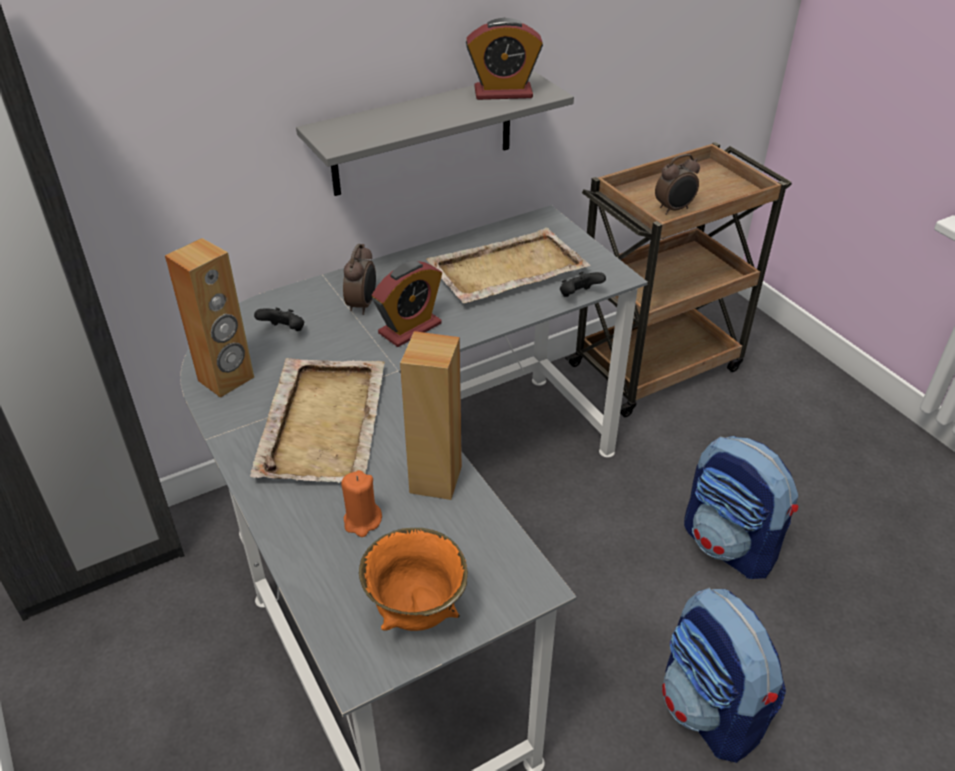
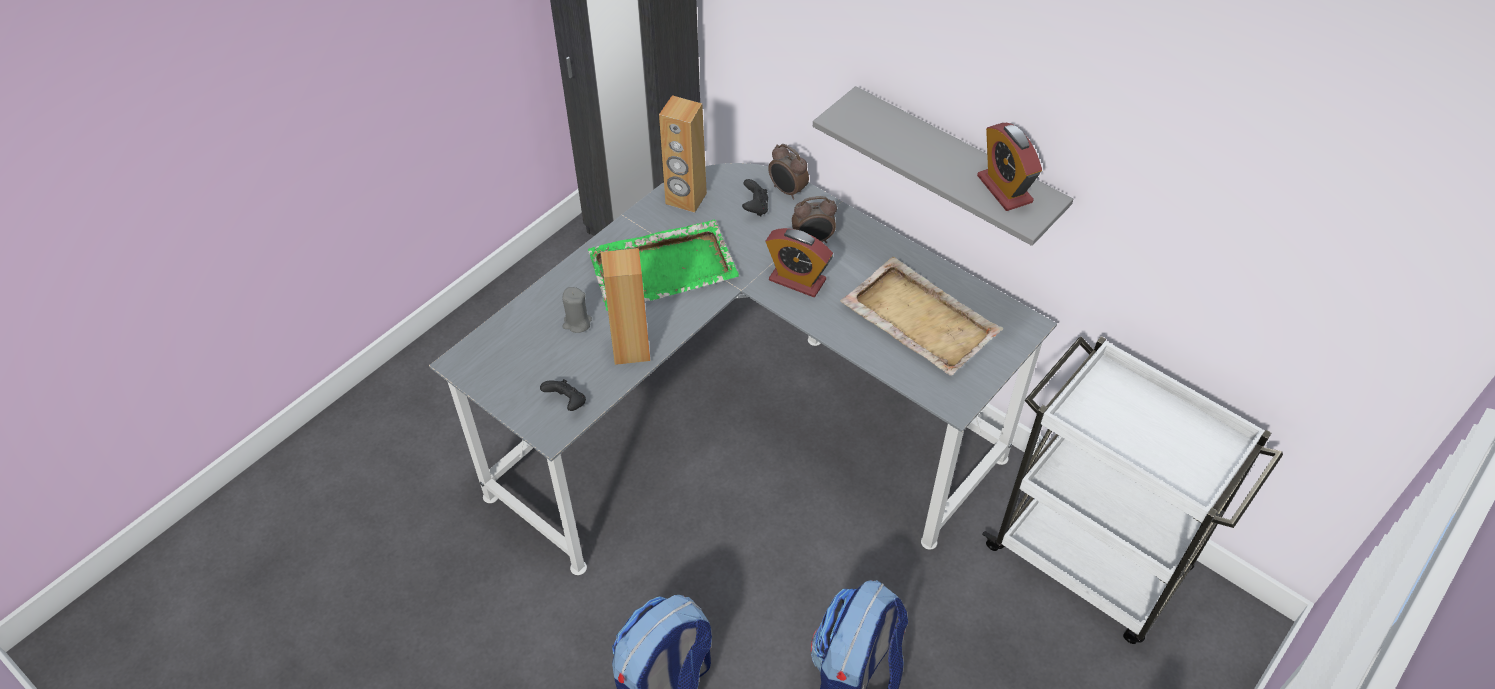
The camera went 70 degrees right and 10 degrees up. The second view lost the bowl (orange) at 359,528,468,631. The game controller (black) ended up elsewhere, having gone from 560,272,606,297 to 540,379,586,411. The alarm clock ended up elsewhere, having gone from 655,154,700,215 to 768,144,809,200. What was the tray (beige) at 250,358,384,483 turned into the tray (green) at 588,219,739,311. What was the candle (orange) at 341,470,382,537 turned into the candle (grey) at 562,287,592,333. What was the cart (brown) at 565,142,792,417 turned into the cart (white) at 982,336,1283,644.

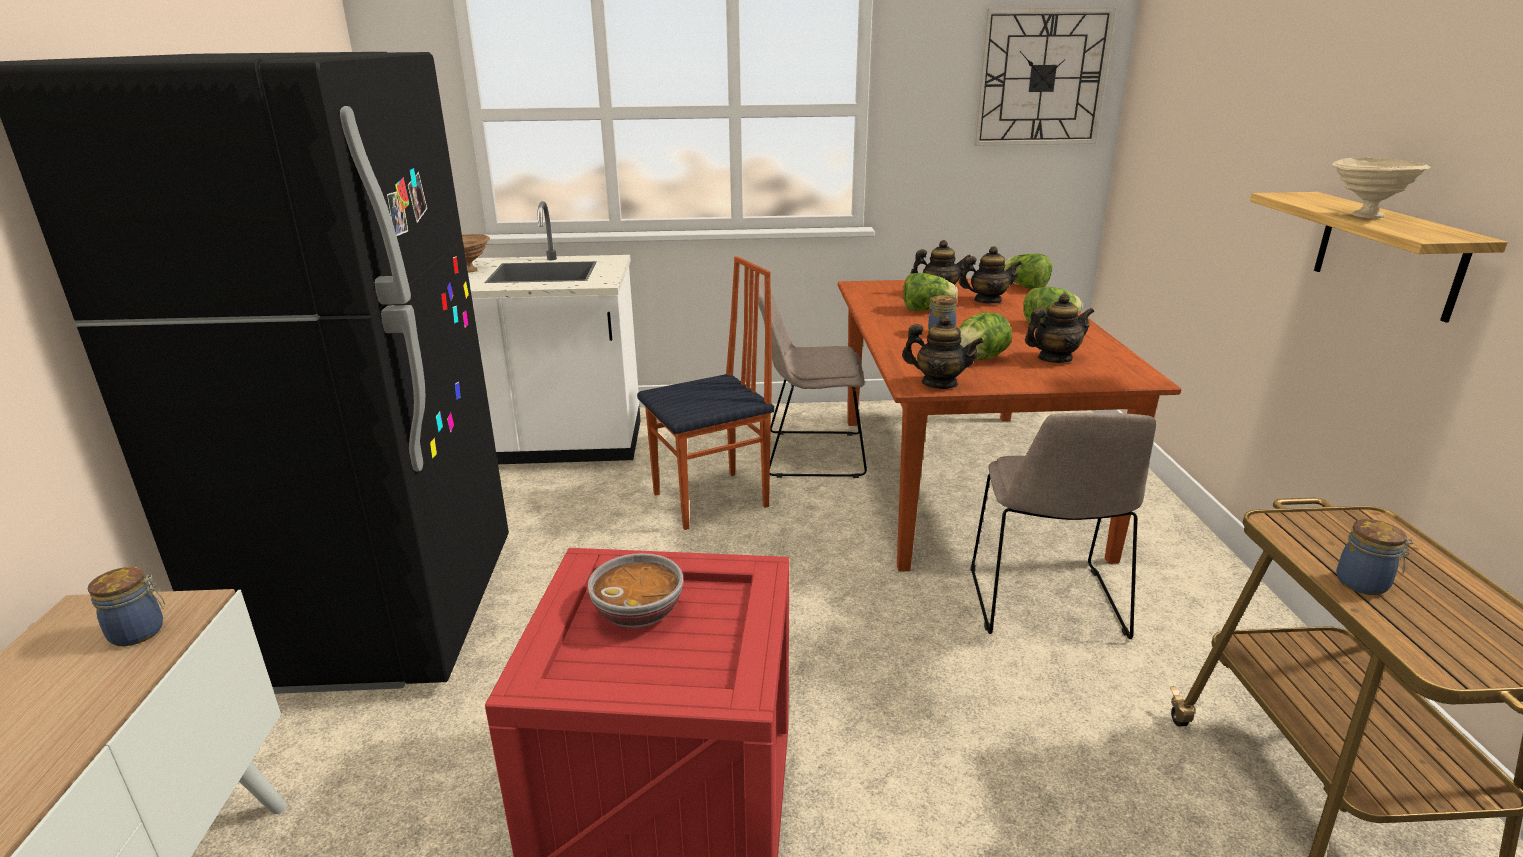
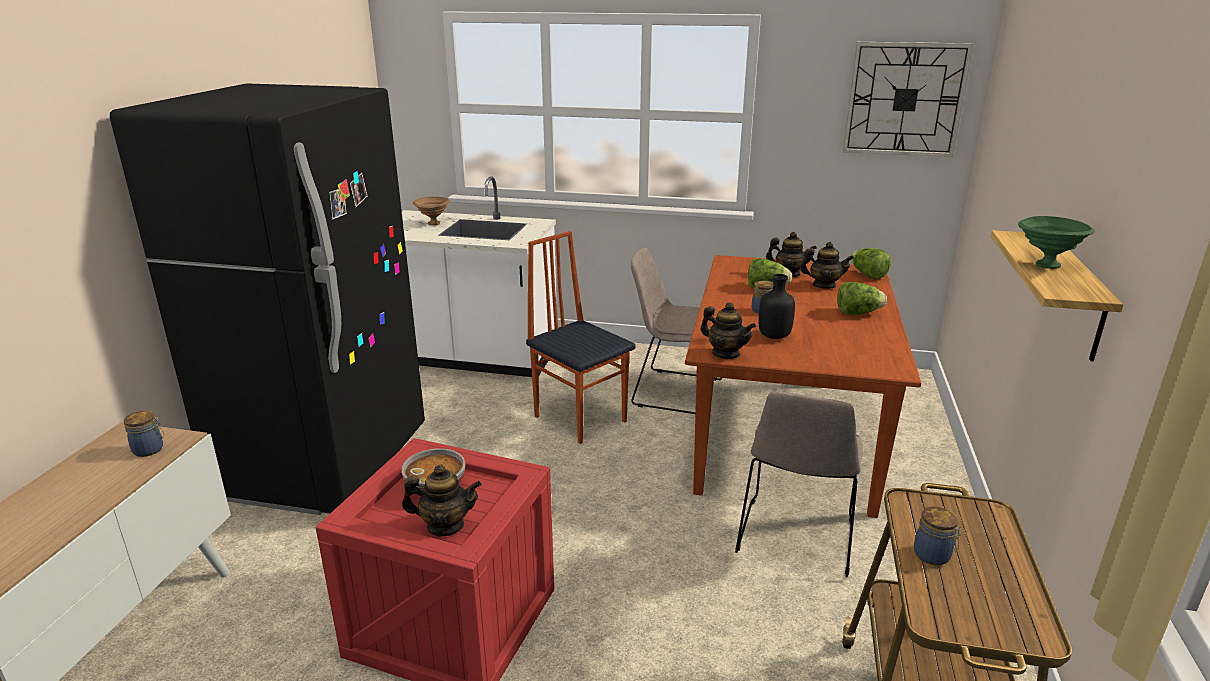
The camera went 15 degrees right and 0 degrees up. The teapot ended up elsewhere, having gone from 1025,294,1094,363 to 402,465,482,537. Where the lettuce stood at 959,312,1012,360, the bottle (black) came to stand at 759,274,795,339. What was the bowl (beige) at 1332,158,1431,218 turned into the bowl (green) at 1018,216,1095,269. The chair at 637,256,774,530 ended up facing another way, 120 degrees counterclockwise from before.

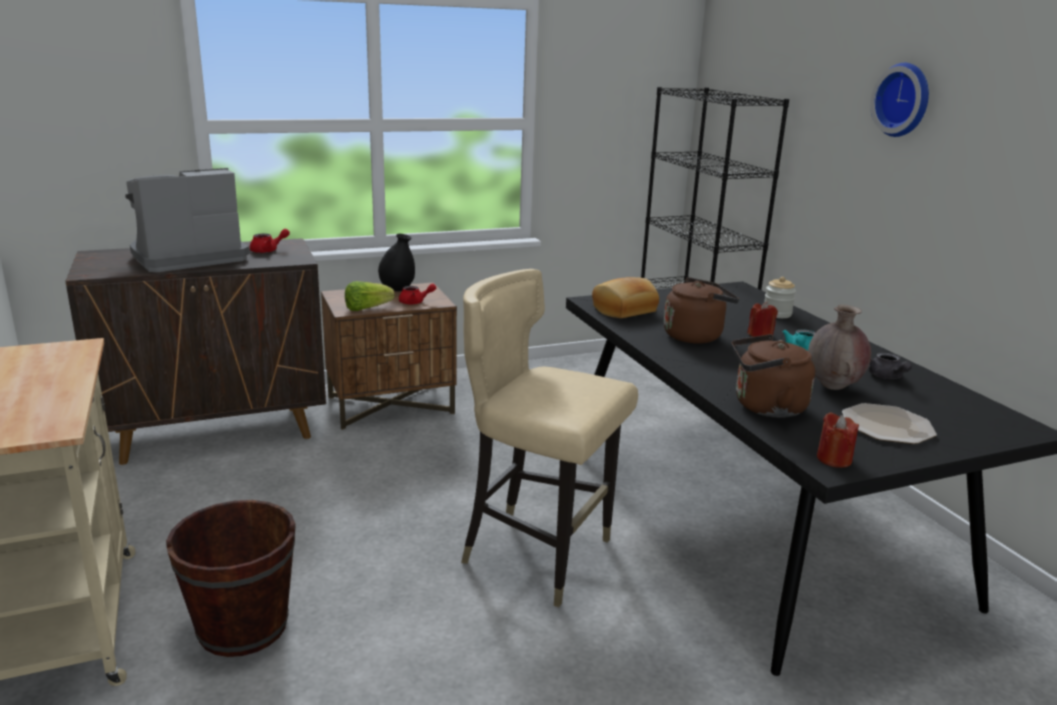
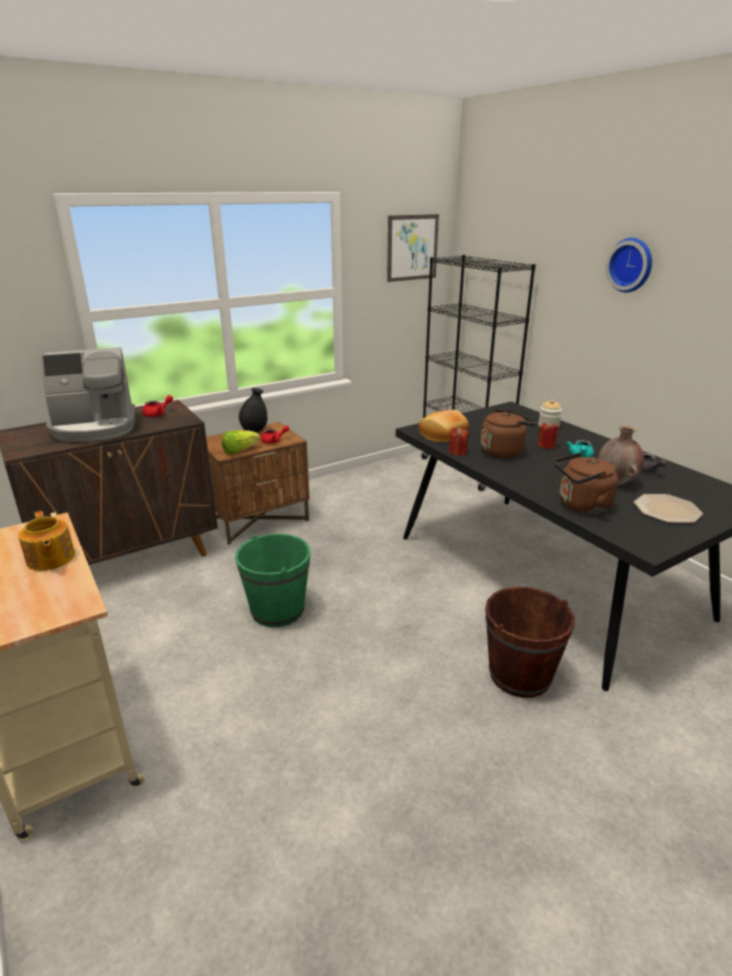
The camera went 10 degrees left and 5 degrees up. The second view lost the chair (beige) at 461,269,638,607. The second view gained the teapot at 18,511,75,571. The second view gained the bucket (green) at 235,534,310,627. The second view gained the picture at 387,214,439,282. The bucket (brown) ended up elsewhere, having gone from 166,500,296,657 to 485,587,575,698. The candle (red) ended up elsewhere, having gone from 817,412,859,468 to 449,427,468,456. The coffee machine at 125,168,250,272 ended up facing another way, 150 degrees counterclockwise from before.

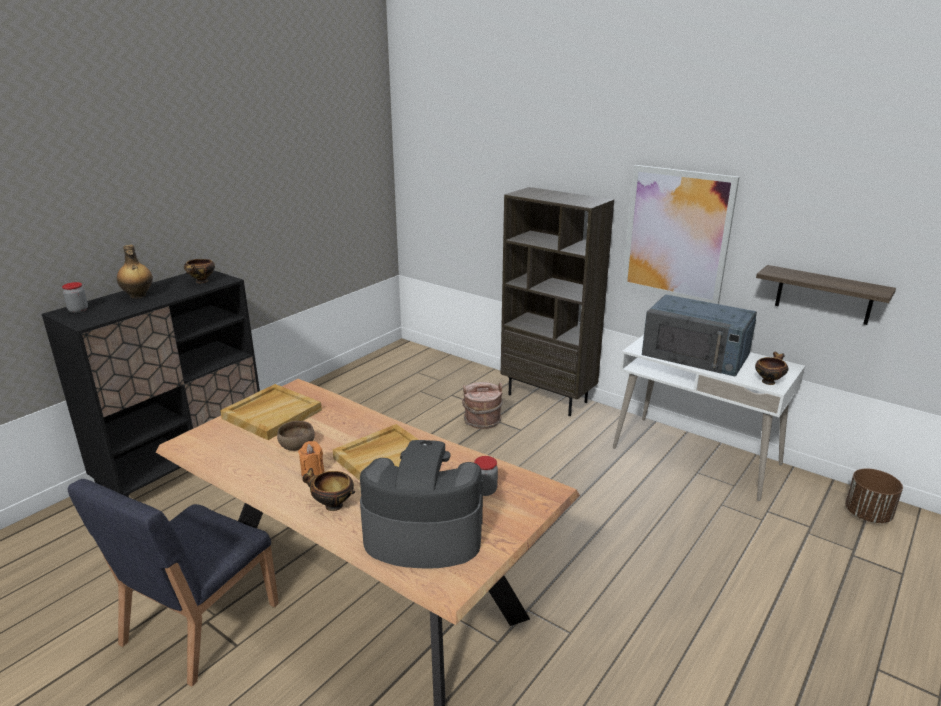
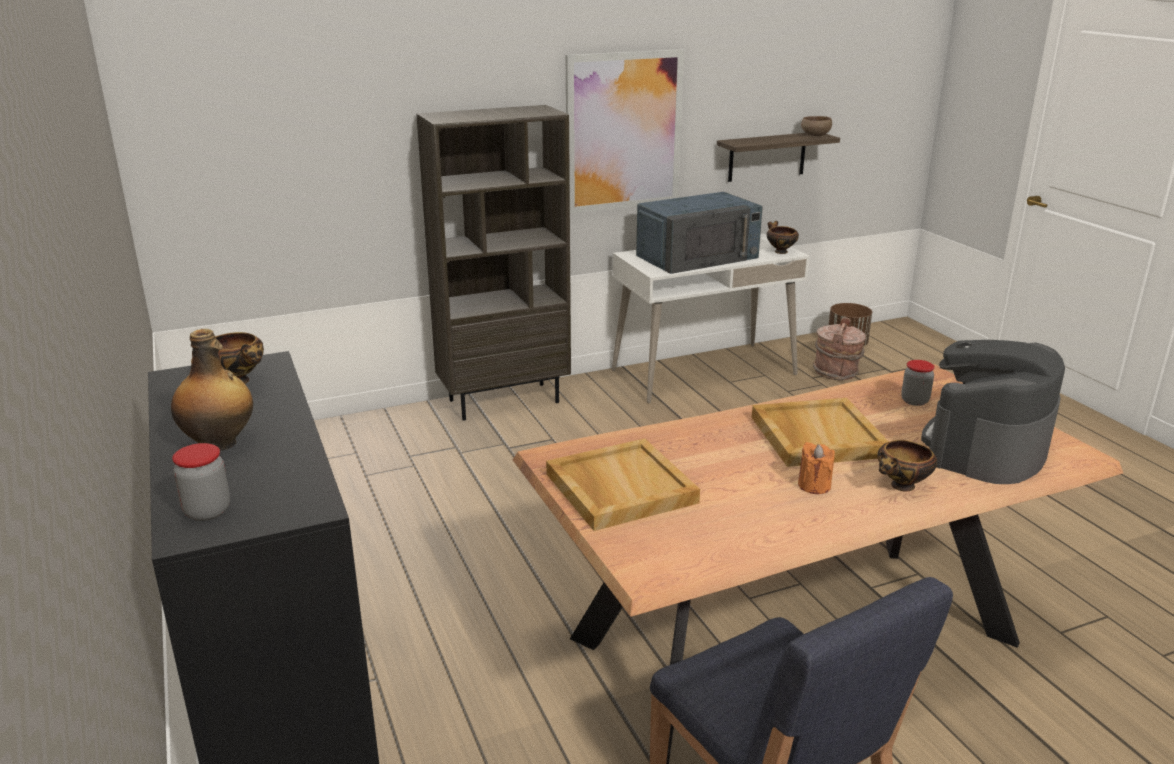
The camera went 60 degrees left and 0 degrees up. The bowl (brown) ended up elsewhere, having gone from 277,421,315,451 to 801,116,832,136. The bucket (brown) ended up elsewhere, having gone from 462,382,503,429 to 813,317,866,380.

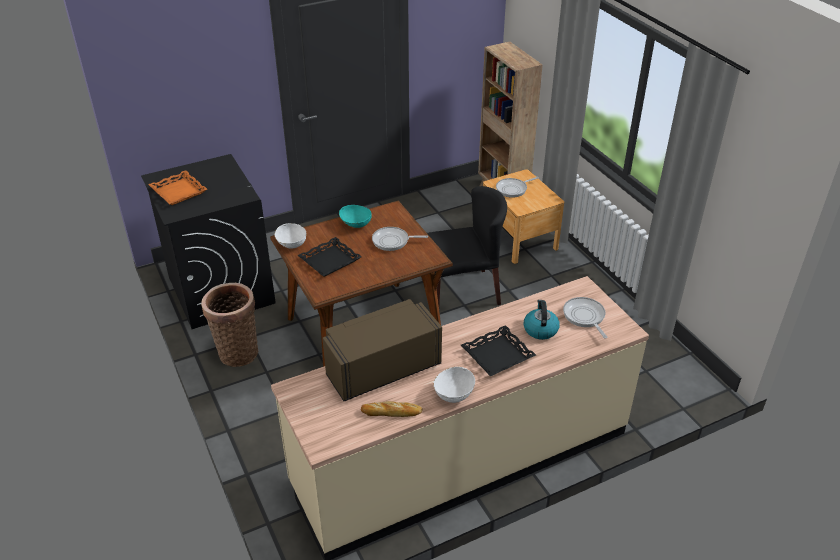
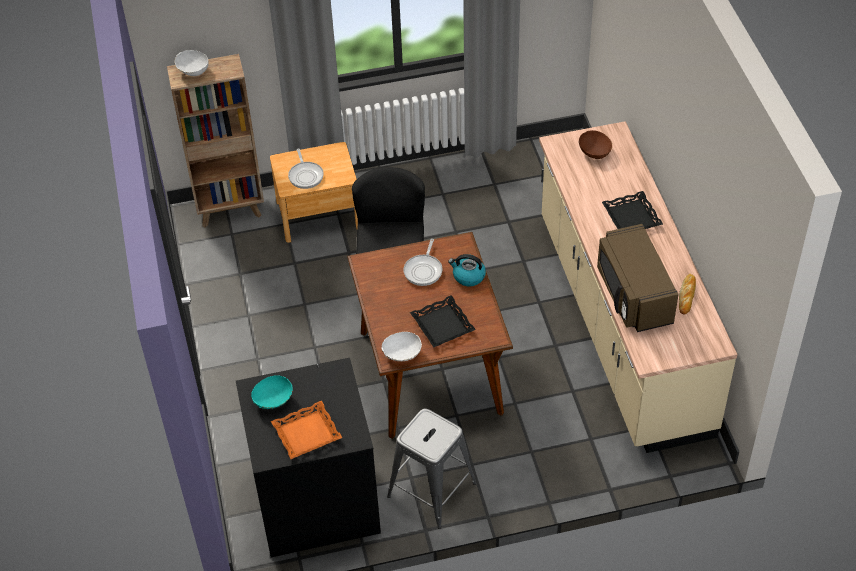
The camera went 75 degrees left and 10 degrees up. The bowl (turquoise) ended up elsewhere, having gone from 339,205,372,228 to 251,375,293,409. The bowl (white) ended up elsewhere, having gone from 433,367,475,403 to 175,50,209,76. The kettle ended up elsewhere, having gone from 523,300,560,340 to 448,254,486,287. Where the basket stood at 201,283,258,367, the stool (grey) came to stand at 387,408,477,529. Where the frying pan stood at 563,297,608,339, the bowl (brown) came to stand at 579,130,612,159.

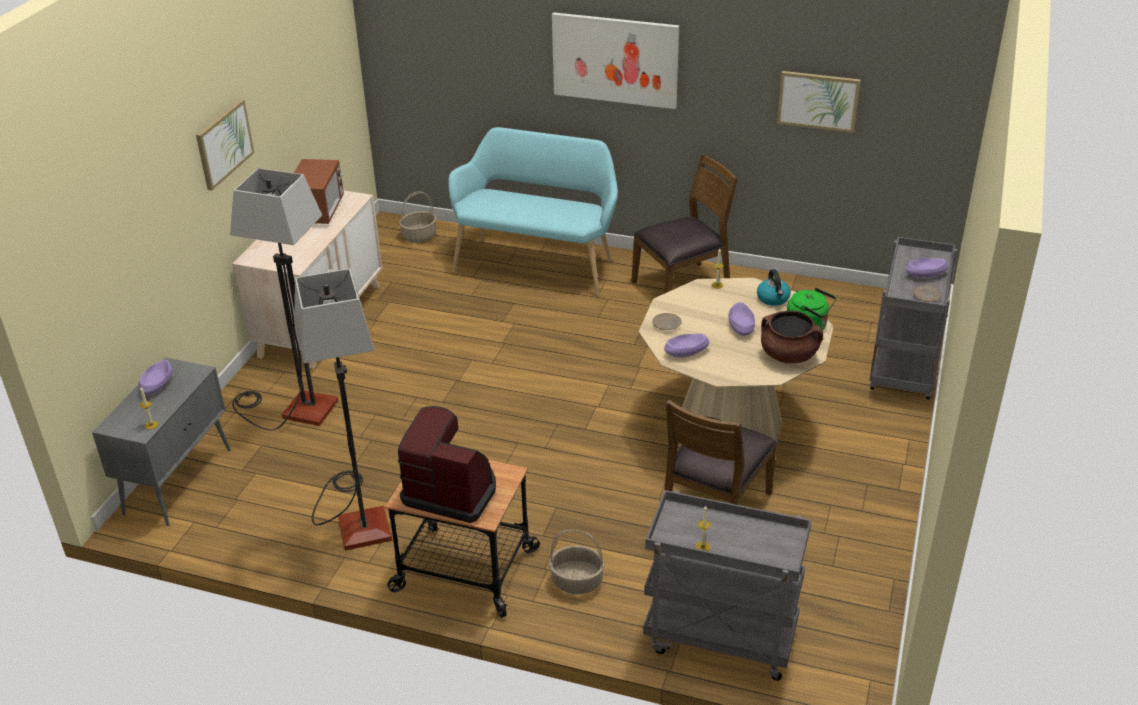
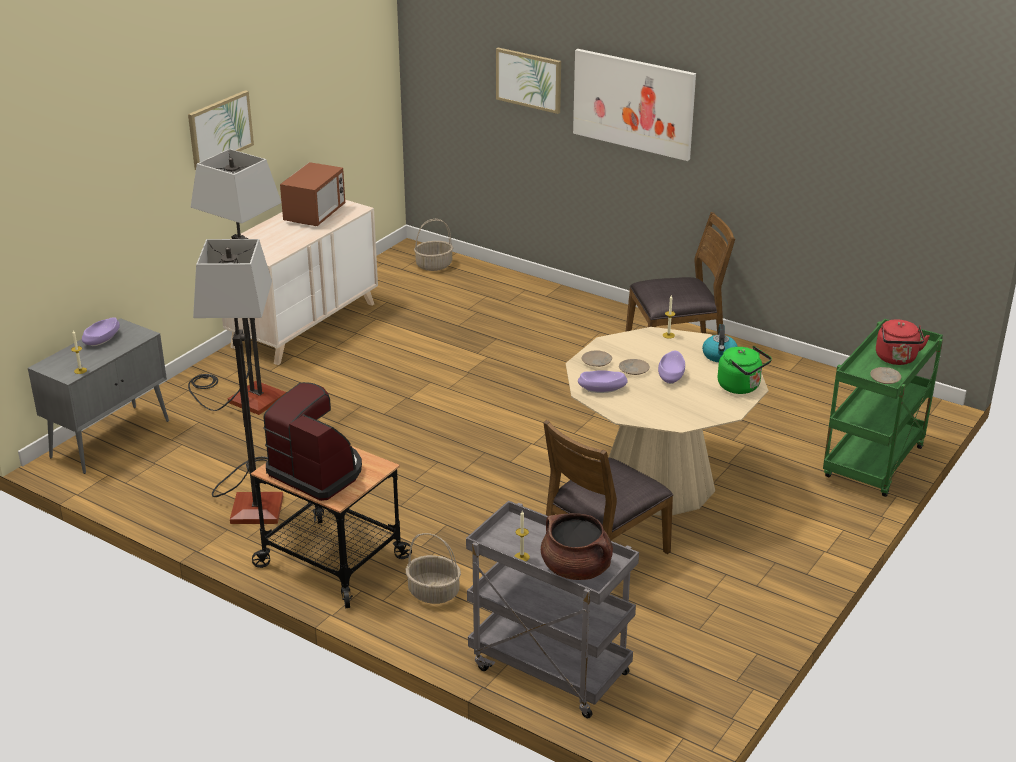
The camera went 15 degrees right and 5 degrees down. The second view lost the bench (turquoise) at 448,127,618,297. The second view gained the plate (beige) at 619,359,650,375. The cooking pot (brown) ended up elsewhere, having gone from 761,311,823,363 to 541,513,613,580. The picture ended up elsewhere, having gone from 777,71,861,133 to 496,48,561,114. Where the bowl (purple) stood at 906,258,948,279, the kettle (red) came to stand at 876,319,930,365. What was the cart (grey) at 869,237,957,400 turned into the cart (green) at 823,319,943,497.

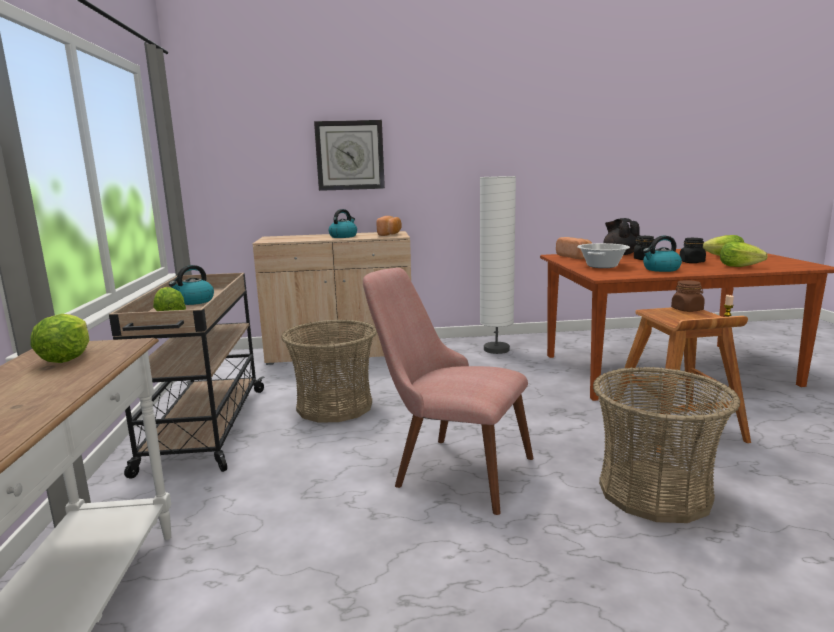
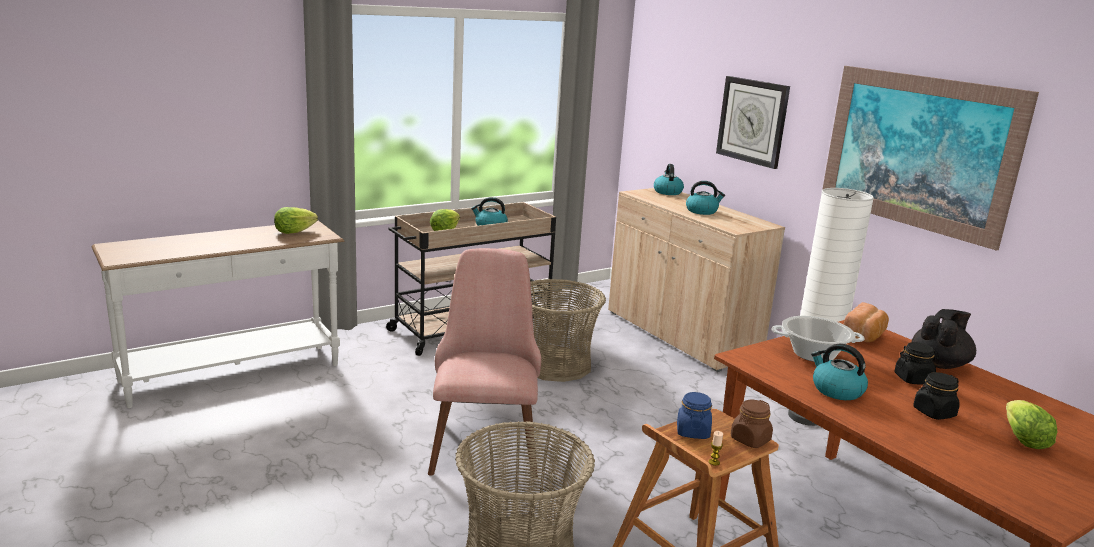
The camera went 60 degrees right and 5 degrees up. The second view lost the bread at 377,216,401,236. The second view lost the lettuce at 720,242,768,267. The second view gained the kettle at 654,164,684,195. The second view gained the jar (blue) at 677,392,712,439. The second view gained the picture at 822,66,1039,251.

